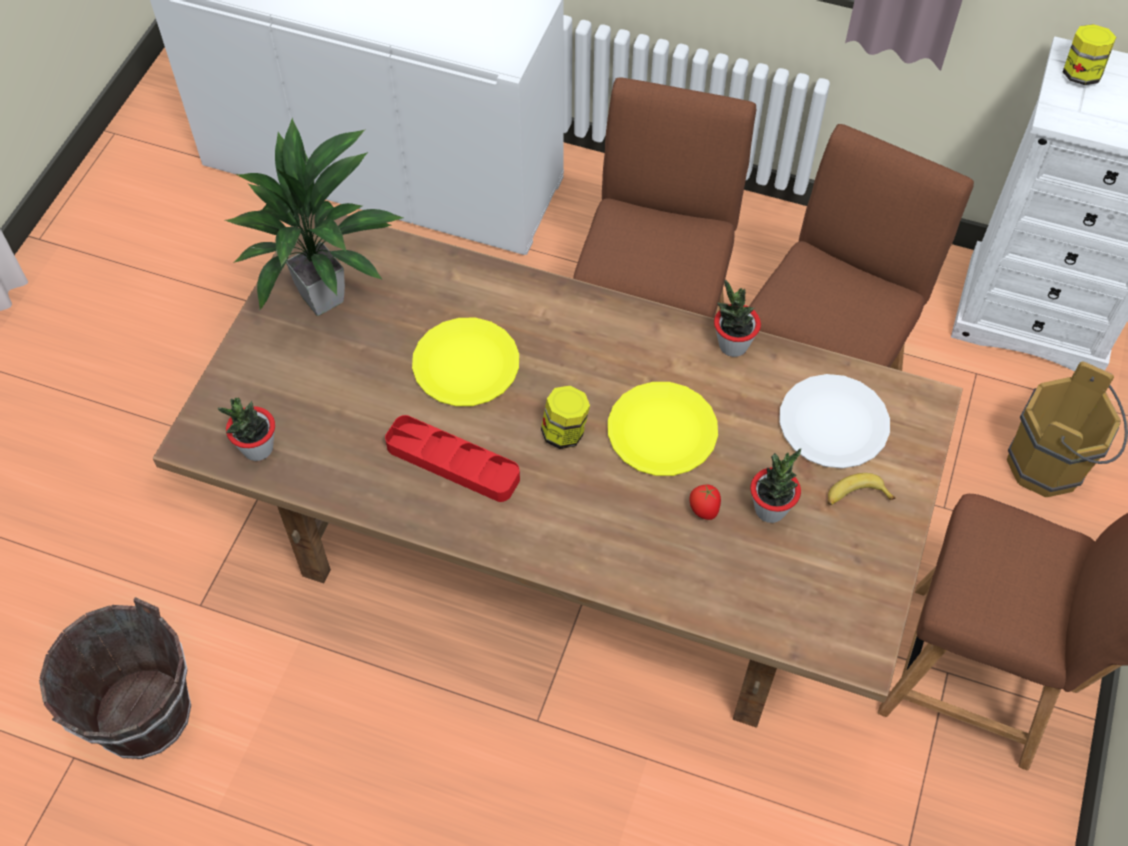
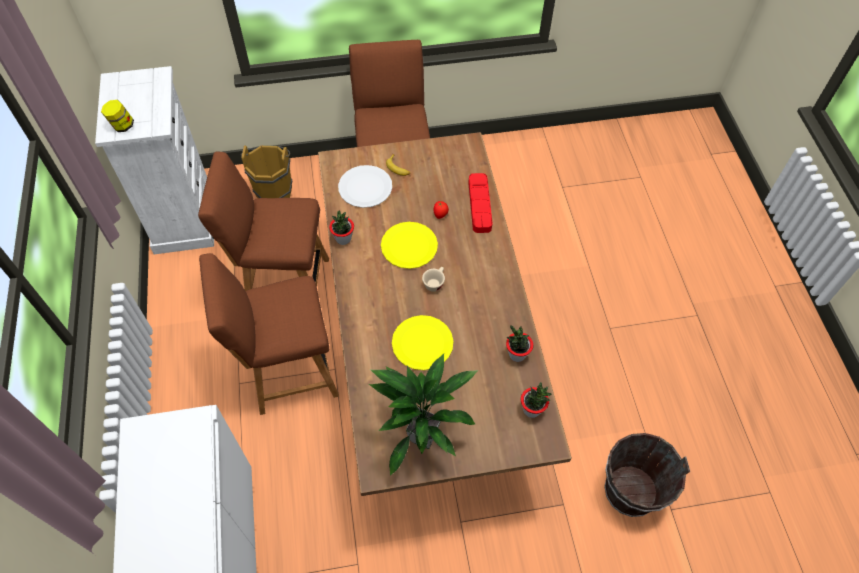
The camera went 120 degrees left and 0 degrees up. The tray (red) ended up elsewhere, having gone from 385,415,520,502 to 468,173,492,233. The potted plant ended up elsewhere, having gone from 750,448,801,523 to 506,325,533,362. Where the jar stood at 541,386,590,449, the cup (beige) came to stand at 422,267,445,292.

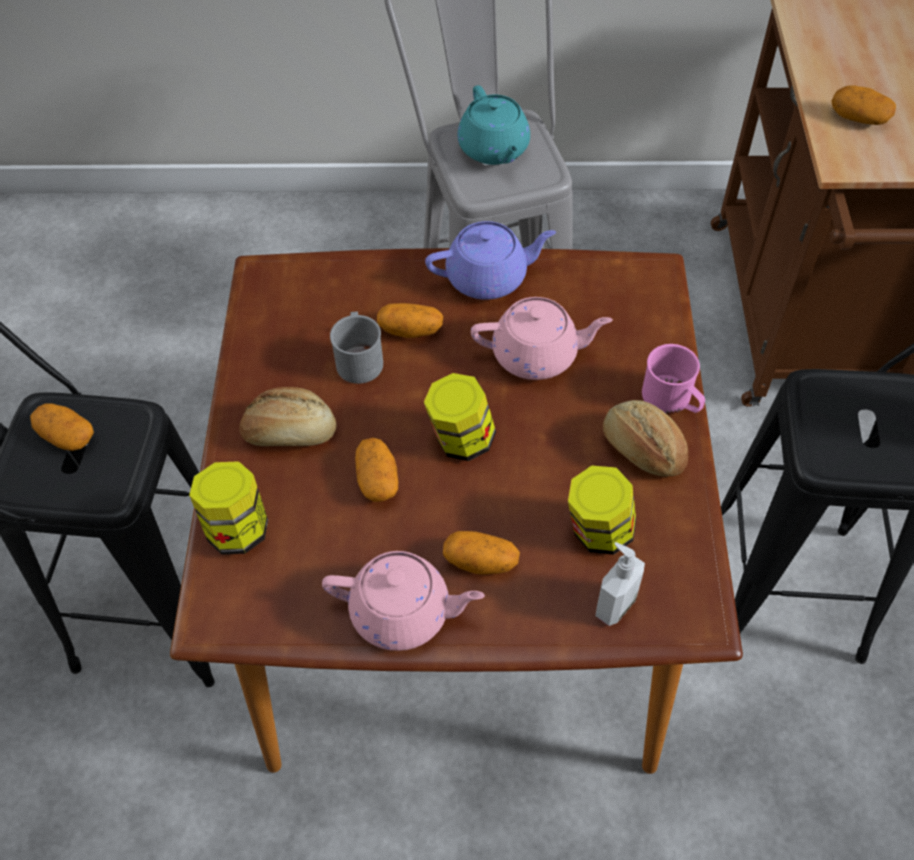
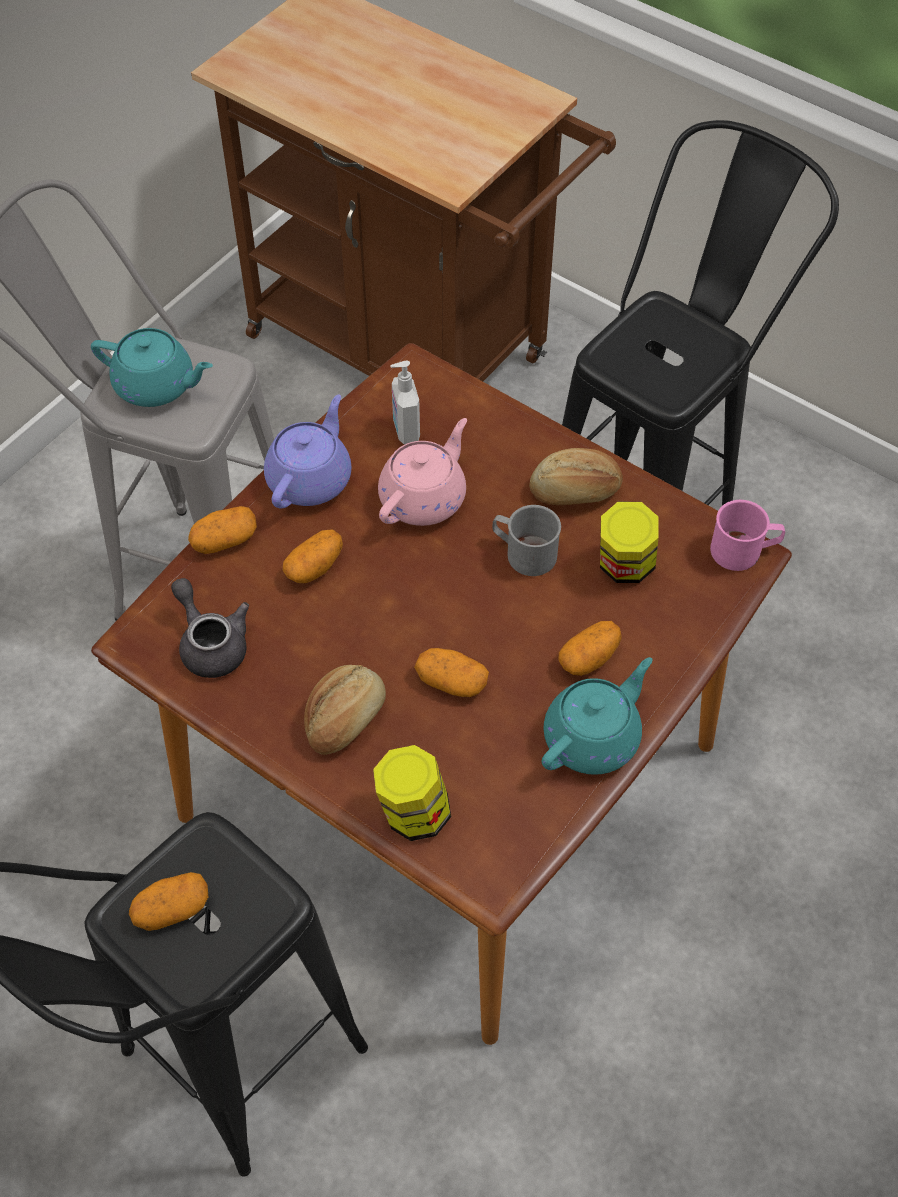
The camera went 55 degrees left and 0 degrees up. The second view lost the jar at 424,373,496,461. The second view gained the teapot (grey) at 171,578,249,678. The mug (grey) ended up elsewhere, having gone from 330,312,383,384 to 493,505,561,576. The soap dispenser ended up elsewhere, having gone from 595,542,645,626 to 391,361,420,444. The mug (pink) ended up elsewhere, having gone from 642,344,705,414 to 710,500,785,571. The potato ended up elsewhere, having gone from 832,85,896,125 to 188,506,257,554. What was the teapot (pink) at 322,551,485,651 turned into the teapot (turquoise) at 542,657,652,775.

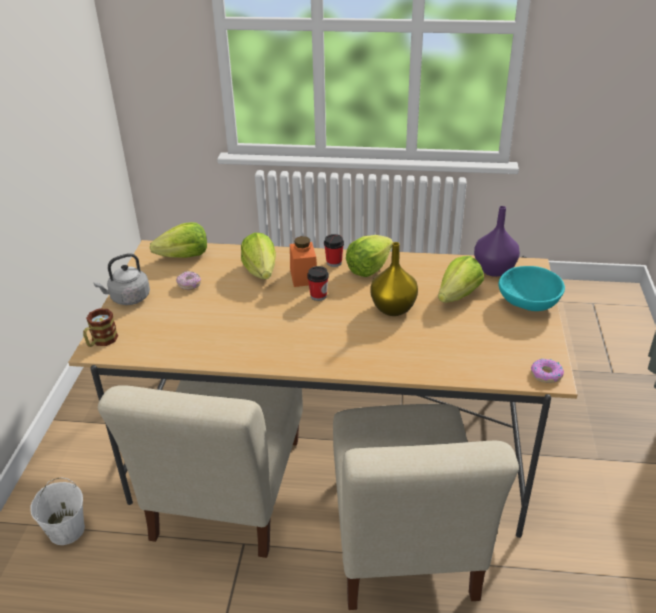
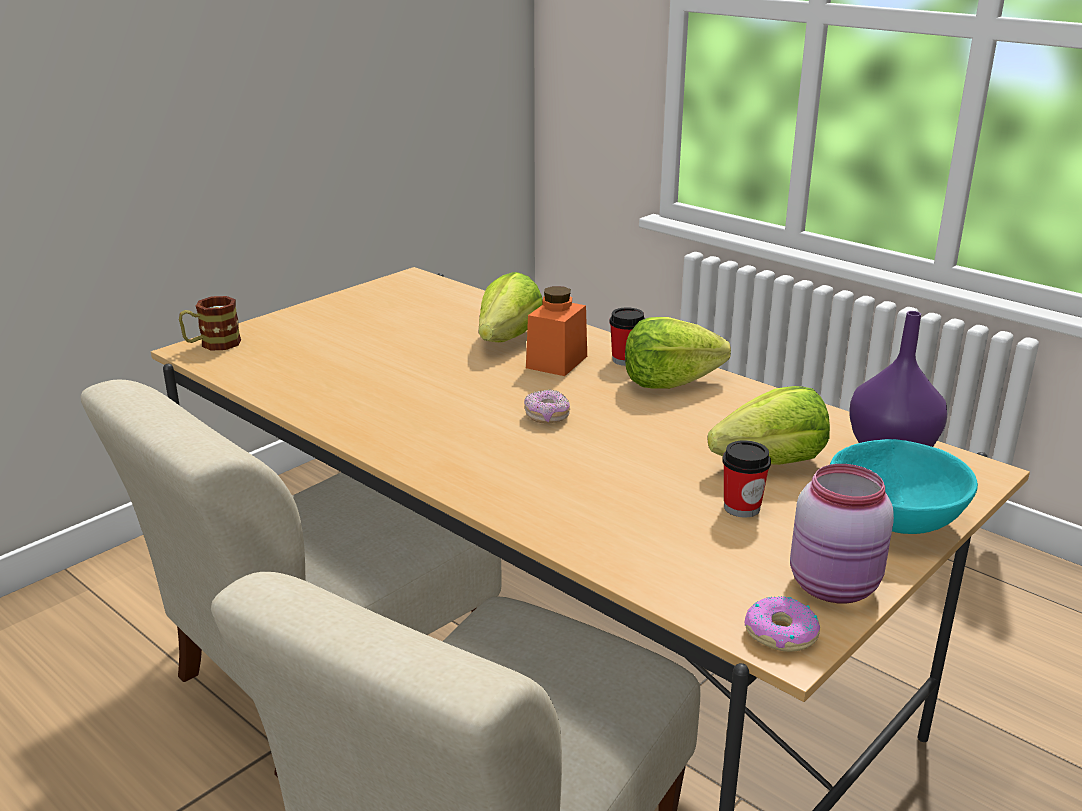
The camera went 35 degrees right and 10 degrees down. The second view lost the bucket (white) at 30,478,85,545. The second view lost the kettle (grey) at 94,253,150,305. The second view lost the lettuce at 150,222,207,258. The second view lost the vase (yellow) at 371,242,418,316. The second view gained the jar (pink) at 790,464,894,603. The donut ended up elsewhere, having gone from 176,271,201,290 to 524,390,570,424. The cup ended up elsewhere, having gone from 307,266,329,301 to 722,440,771,518.

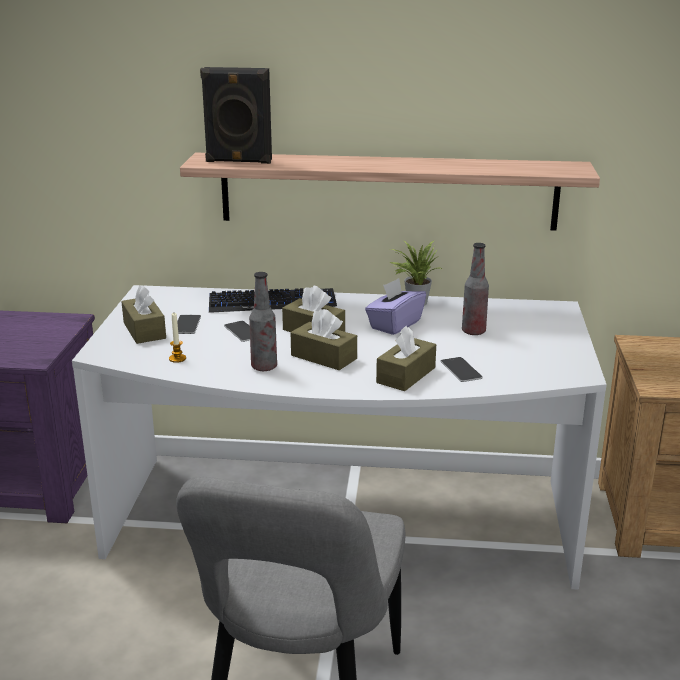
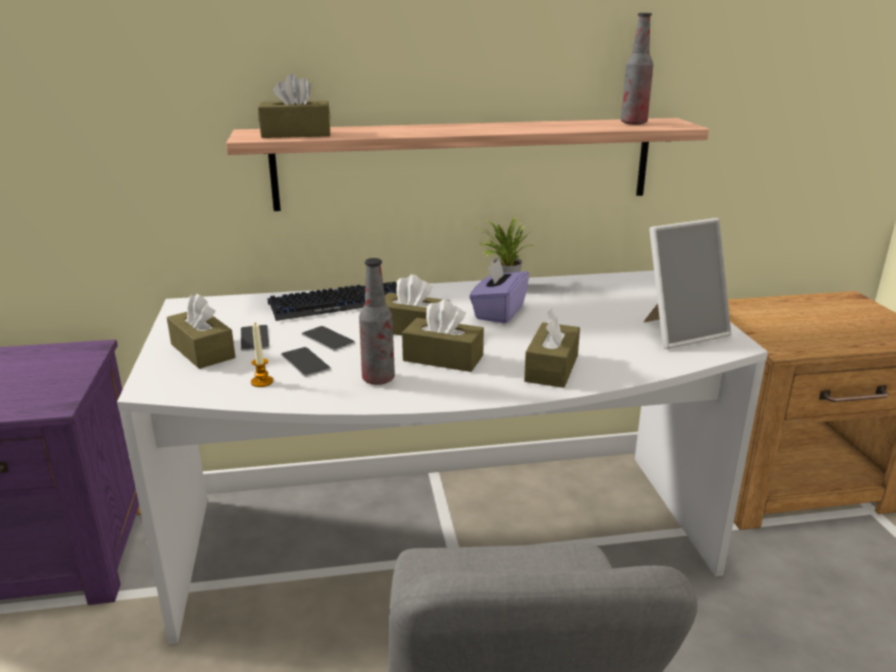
The camera went 15 degrees left and 0 degrees up. The second view gained the picture frame at 644,218,731,349. The phone ended up elsewhere, having gone from 440,357,483,382 to 281,347,331,377. The bottle ended up elsewhere, having gone from 462,243,489,335 to 621,13,653,125. Where the speaker (black) stood at 200,67,272,164, the tissue box (brown) came to stand at 258,73,330,138.

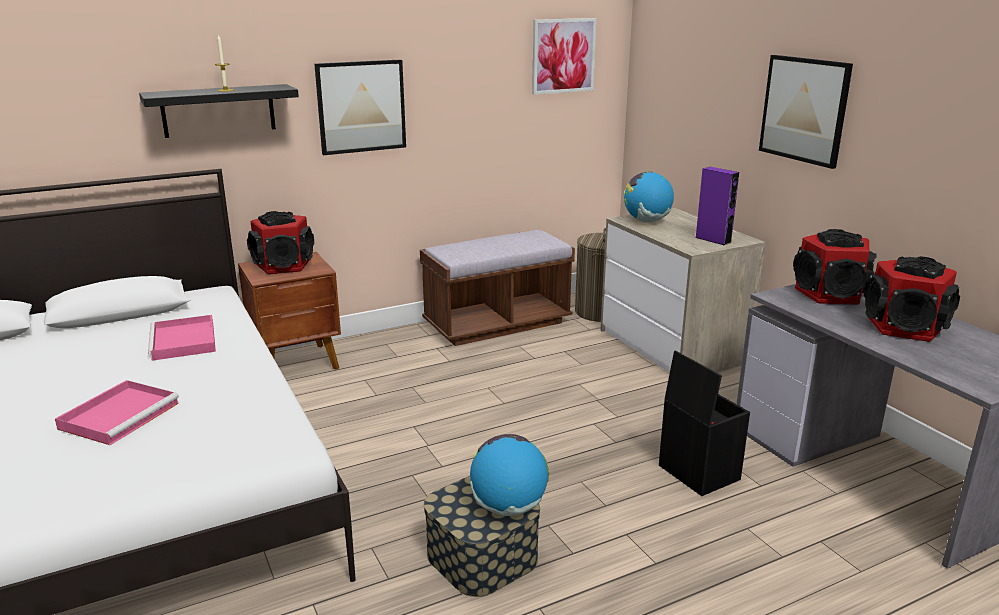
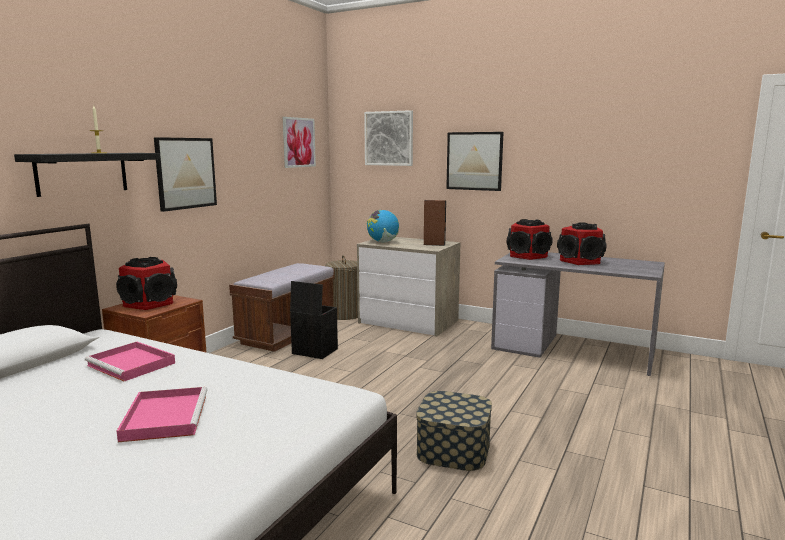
The camera went 35 degrees left and 10 degrees down. The second view lost the globe at 470,434,549,516. The second view gained the picture at 364,110,413,166. The storage box (black) ended up elsewhere, having gone from 659,350,750,496 to 290,281,338,359. What was the speaker (purple) at 695,167,739,245 turned into the speaker (brown) at 424,200,446,246.

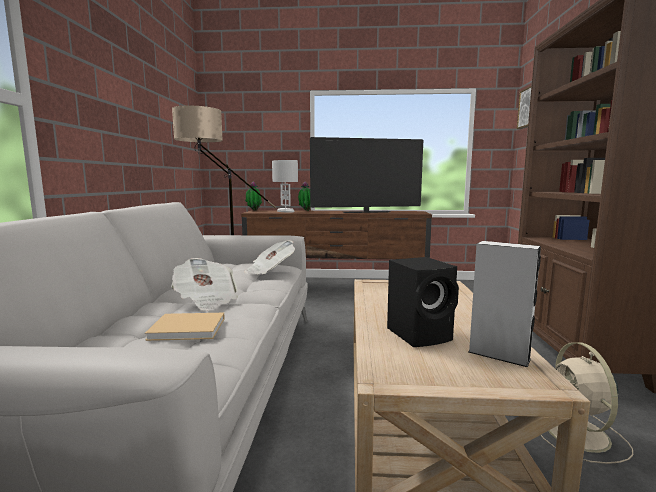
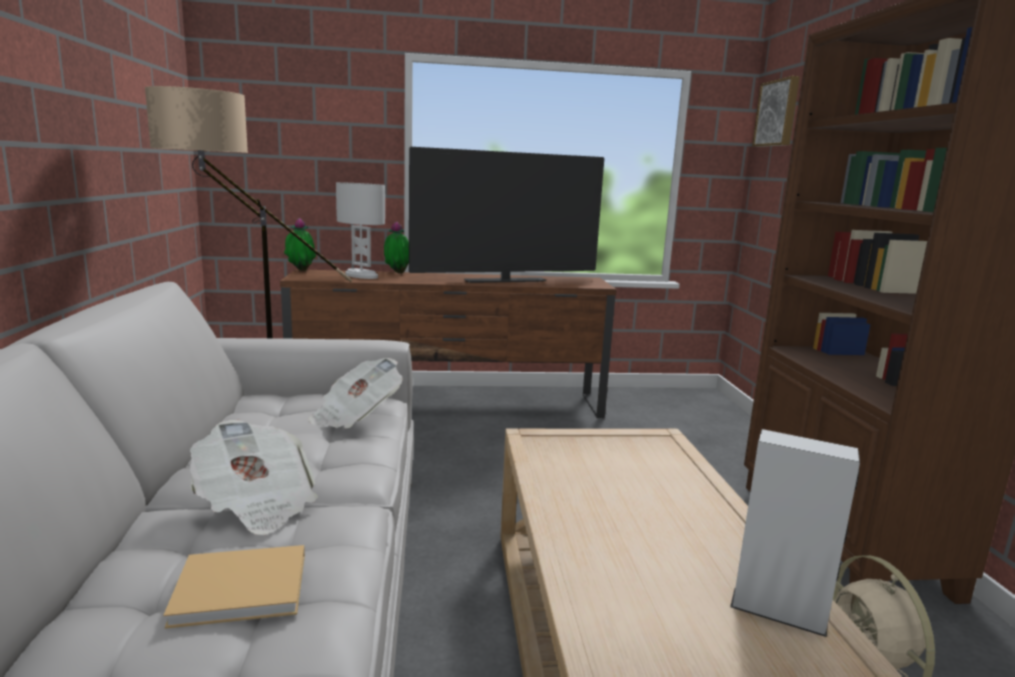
The camera went 10 degrees left and 5 degrees up. The second view lost the speaker (black) at 387,257,459,347.

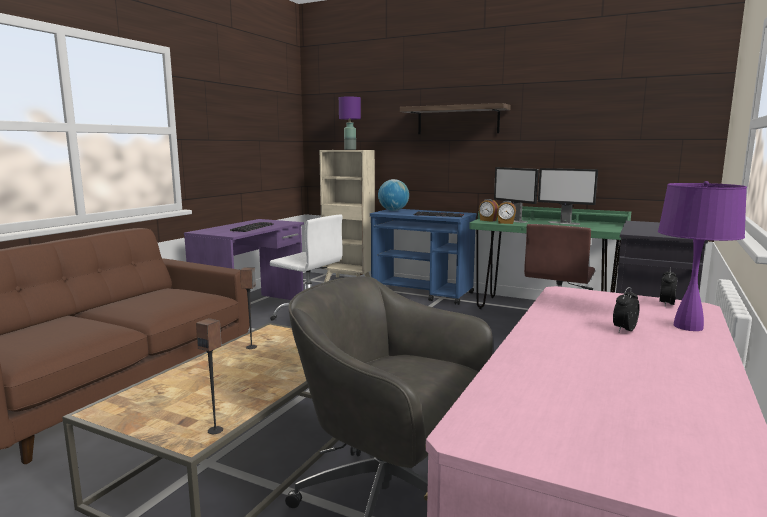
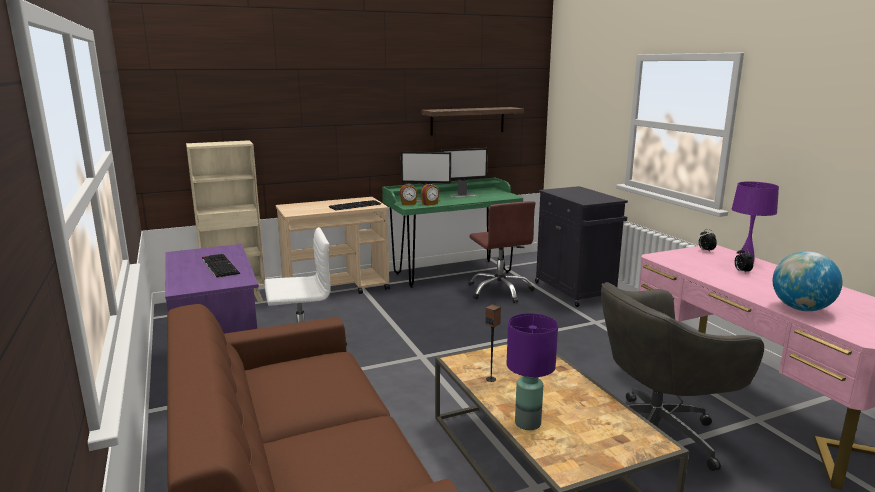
The camera went 50 degrees left and 5 degrees up. The second view lost the speaker at 196,318,223,434. The table lamp (purple) ended up elsewhere, having gone from 339,97,361,150 to 507,313,558,430. The globe ended up elsewhere, having gone from 378,179,409,211 to 773,251,843,311. The shelf ended up elsewhere, having gone from 400,103,511,134 to 422,107,524,136. What was the cart (blue) at 370,209,477,305 turned into the cart (beige) at 276,197,390,304.

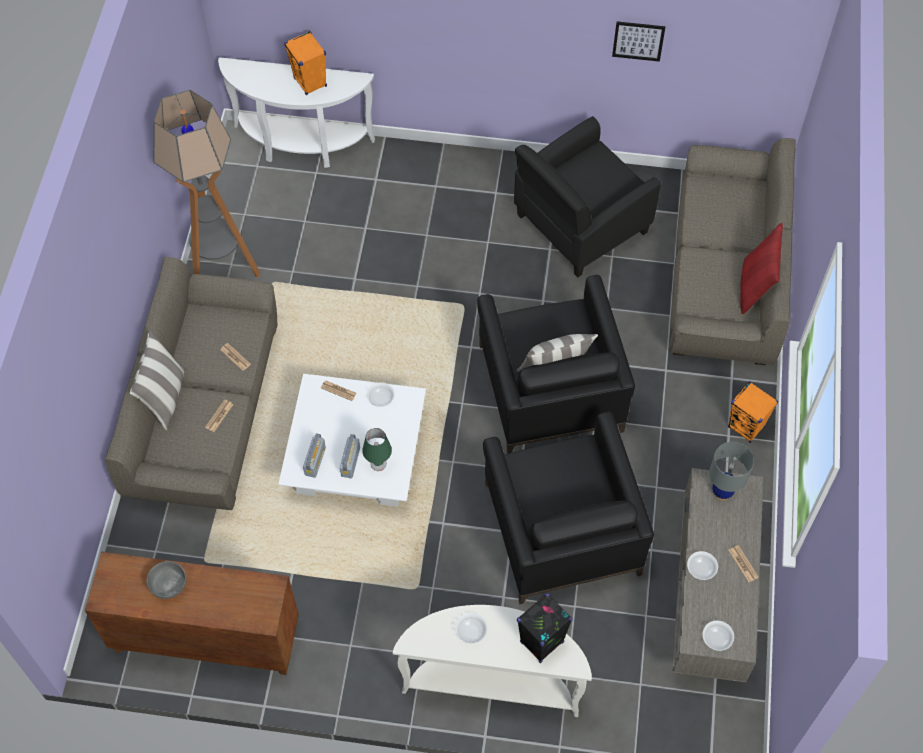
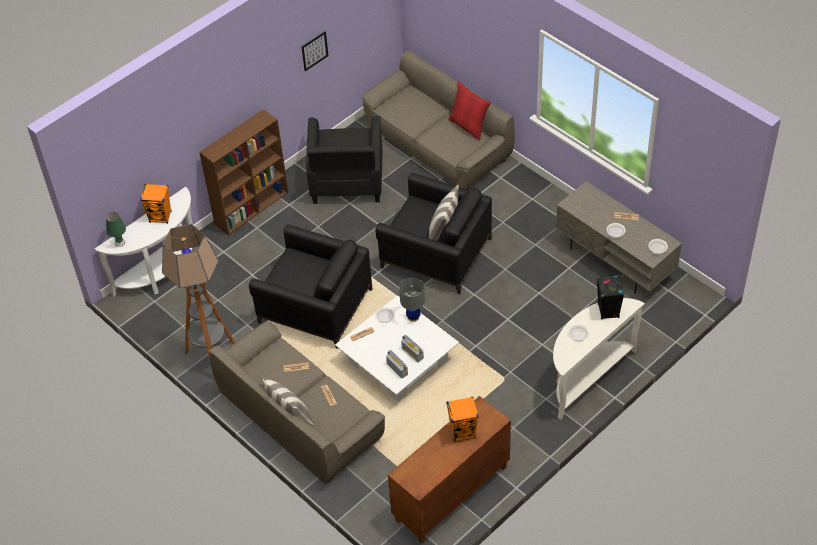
The camera went 50 degrees left and 10 degrees down. The second view lost the bowl (grey) at 147,561,186,599. The second view gained the bookcase (brown) at 199,109,288,235. The table lamp (green) ended up elsewhere, having gone from 362,428,392,471 to 106,212,126,247. The armchair (black) ended up elsewhere, having gone from 483,411,654,604 to 249,225,372,349. The table lamp (grey) ended up elsewhere, having gone from 709,442,754,501 to 399,278,425,322. The speaker (orange) ended up elsewhere, having gone from 728,381,779,443 to 446,397,479,442.

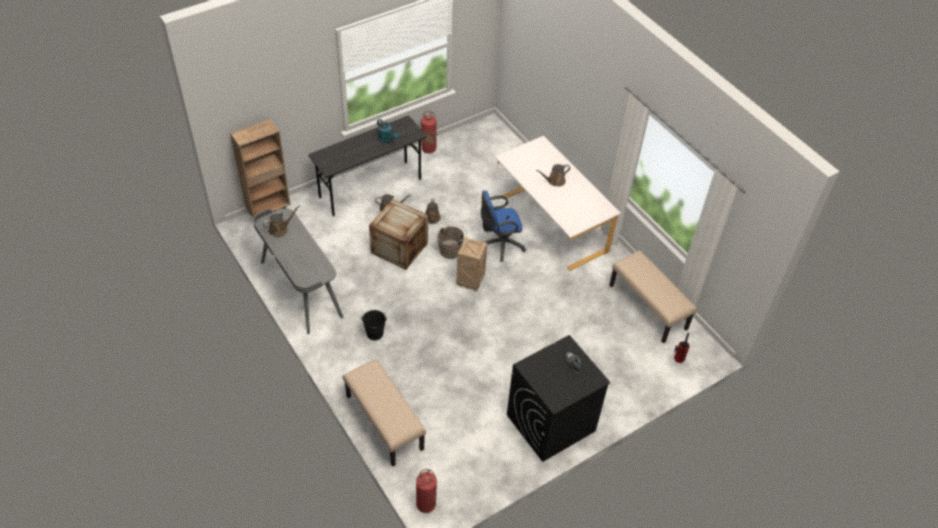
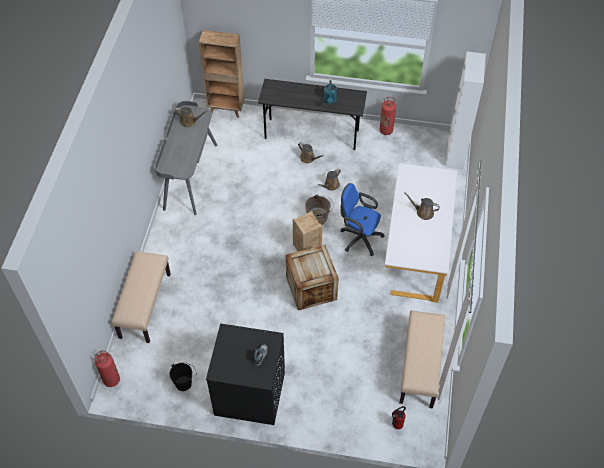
The camera went 45 degrees right and 5 degrees up. The second view gained the cabinet (white) at 446,52,486,170. The bucket (black) ended up elsewhere, having gone from 361,310,386,341 to 170,362,197,391. The crate ended up elsewhere, having gone from 369,199,428,270 to 286,245,339,310.

